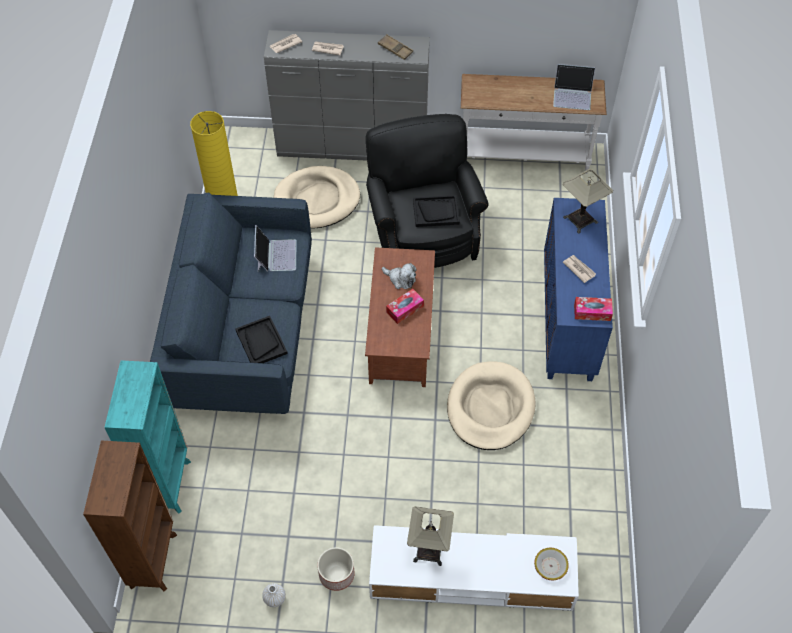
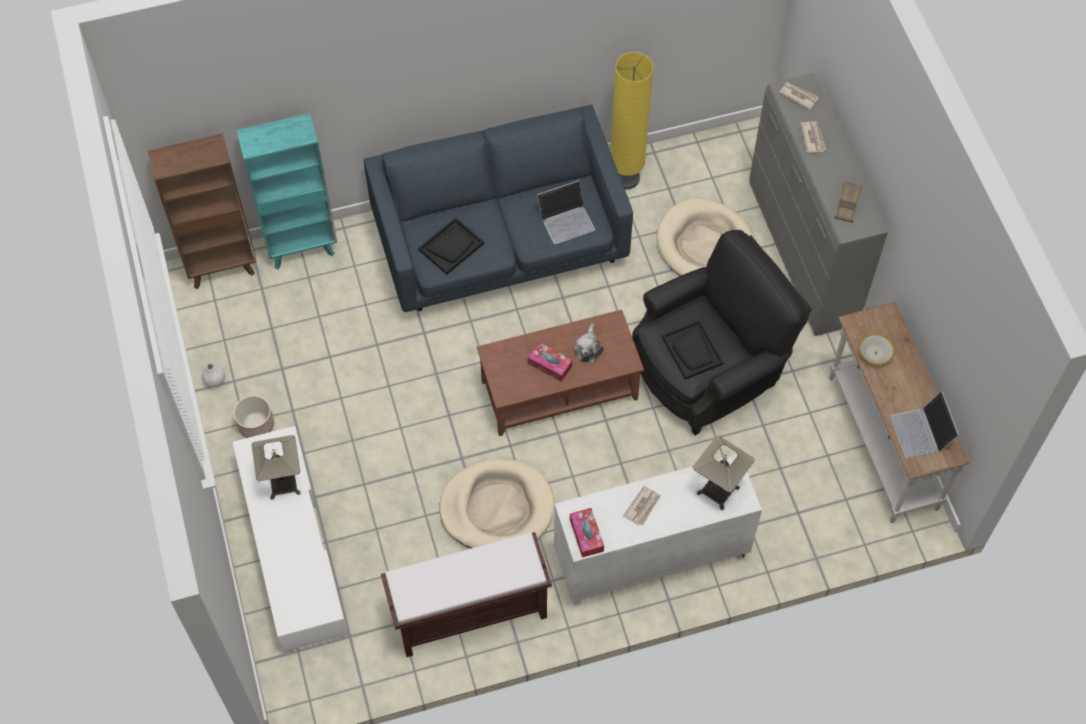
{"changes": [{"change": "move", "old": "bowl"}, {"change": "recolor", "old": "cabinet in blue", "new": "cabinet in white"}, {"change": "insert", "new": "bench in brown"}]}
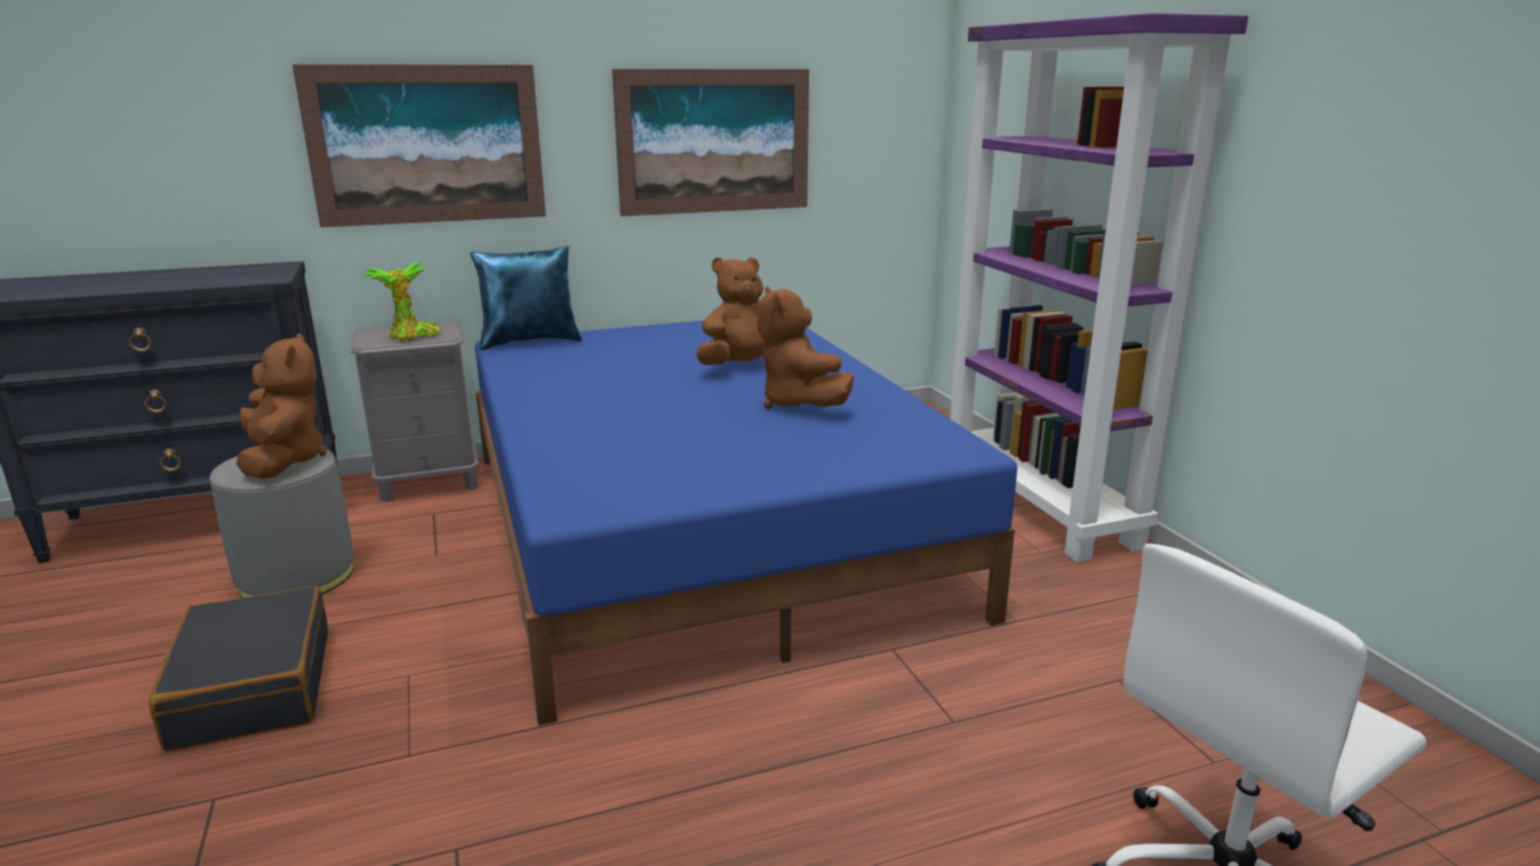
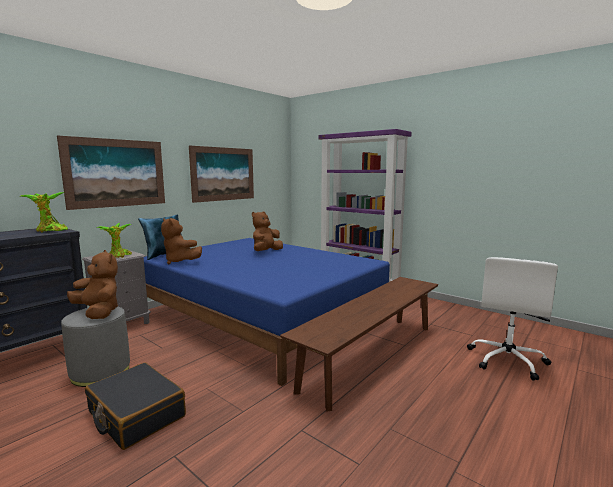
{"changes": [{"change": "move", "old": "plush toy in brown (3rd from left in the first image)", "new": "plush toy in brown (2nd from left)"}, {"change": "insert", "new": "potted plant (1st from left)"}, {"change": "insert", "new": "bench in brown"}]}
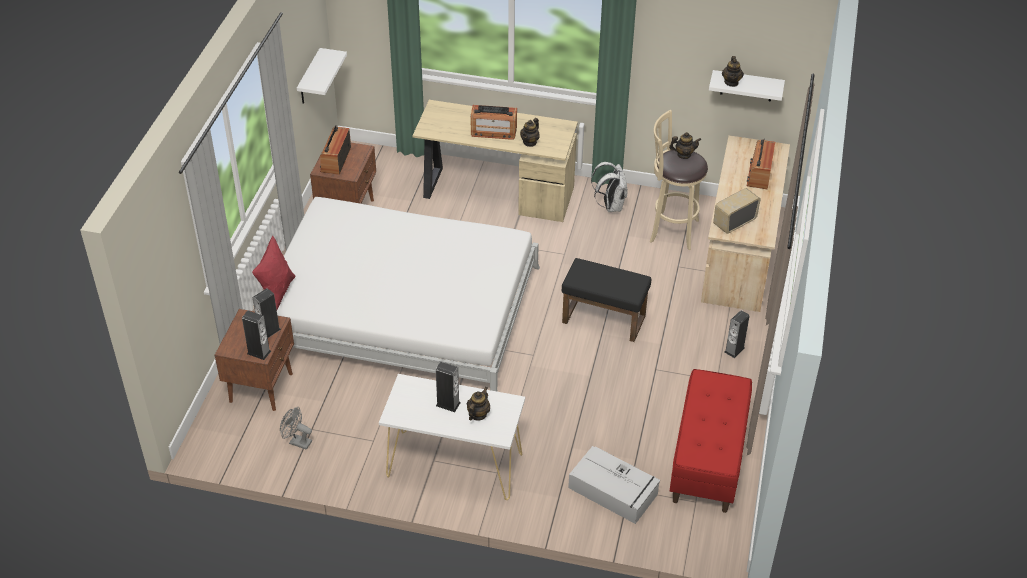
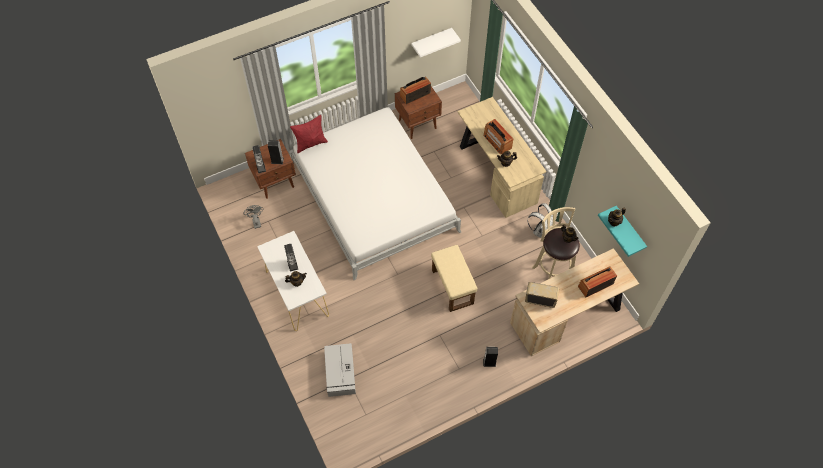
{"changes": [{"change": "recolor", "old": "ottoman in black", "new": "ottoman in beige"}, {"change": "delete", "old": "bench in red"}, {"change": "recolor", "old": "shelf in white (2nd from left)", "new": "shelf in turquoise"}]}
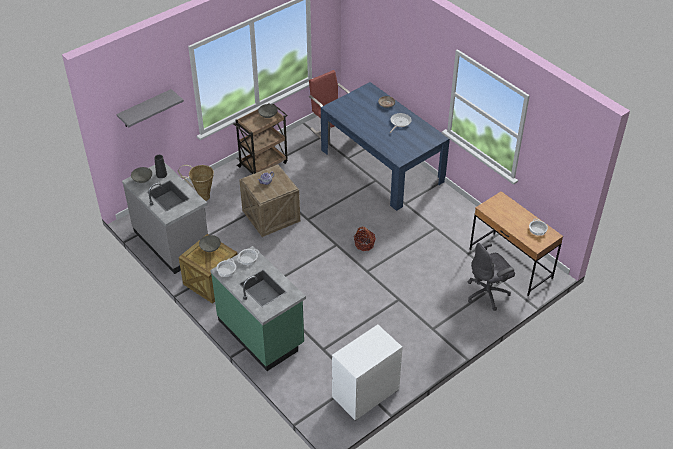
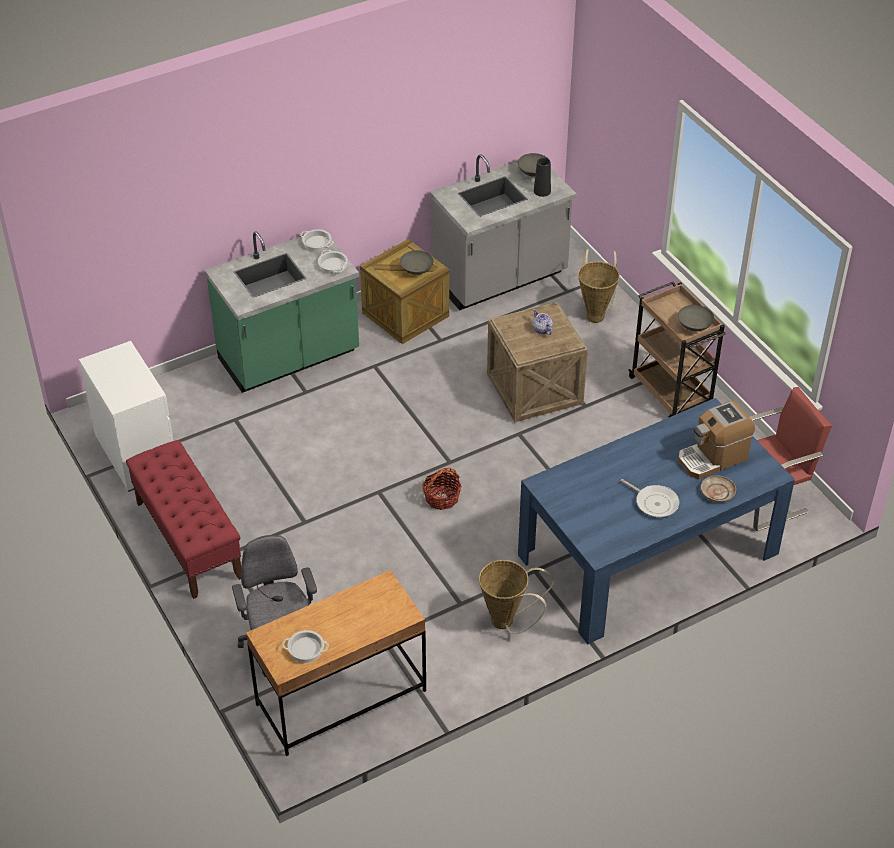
{"changes": [{"change": "delete", "old": "shelf in grey"}, {"change": "insert", "new": "bench in red"}, {"change": "insert", "new": "basket (2nd from left)"}, {"change": "insert", "new": "coffee machine"}]}
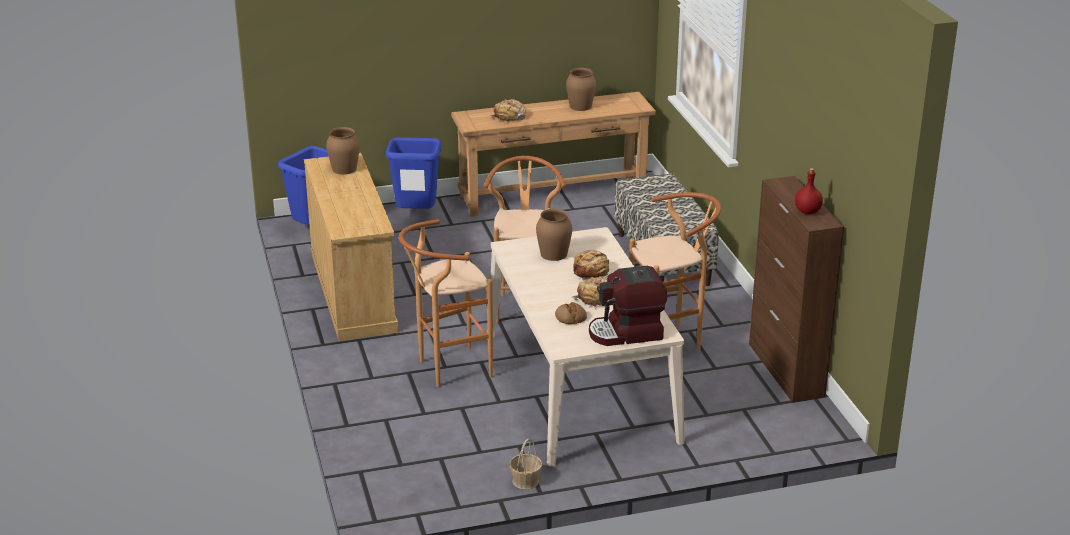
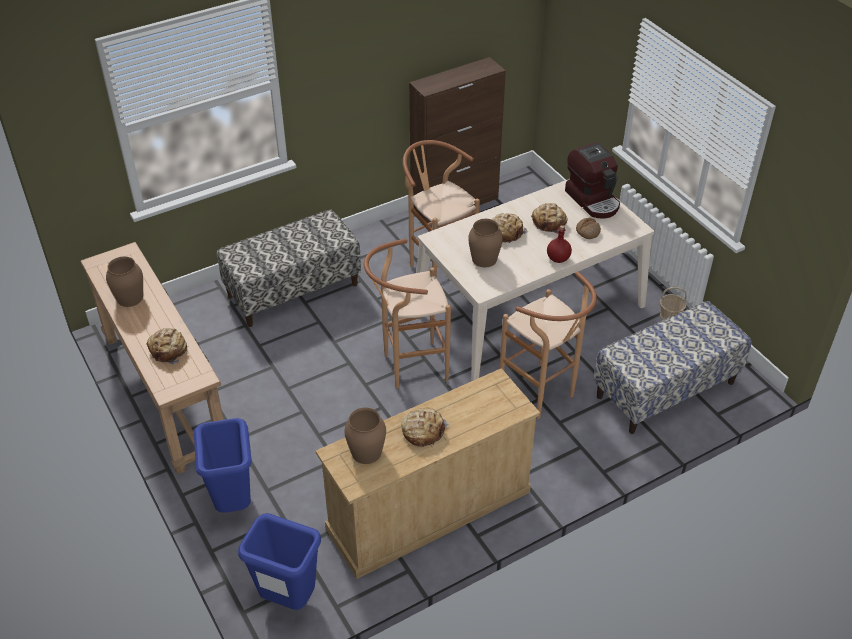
{"changes": [{"change": "move", "old": "bottle in red"}, {"change": "insert", "new": "bread (2nd from left)"}, {"change": "insert", "new": "bench (2nd from left)"}]}
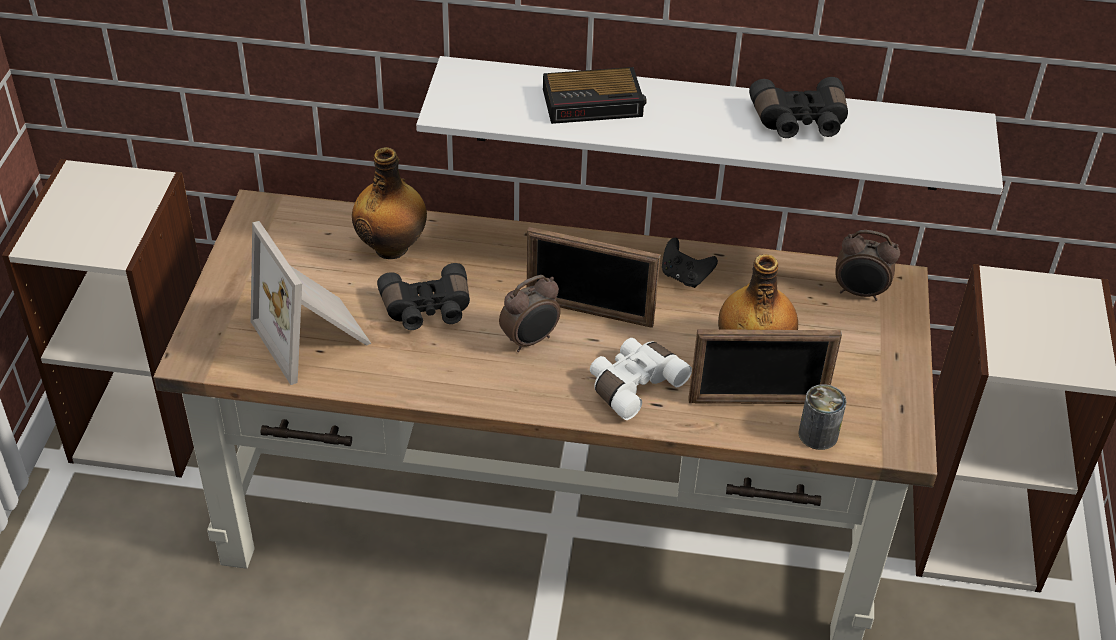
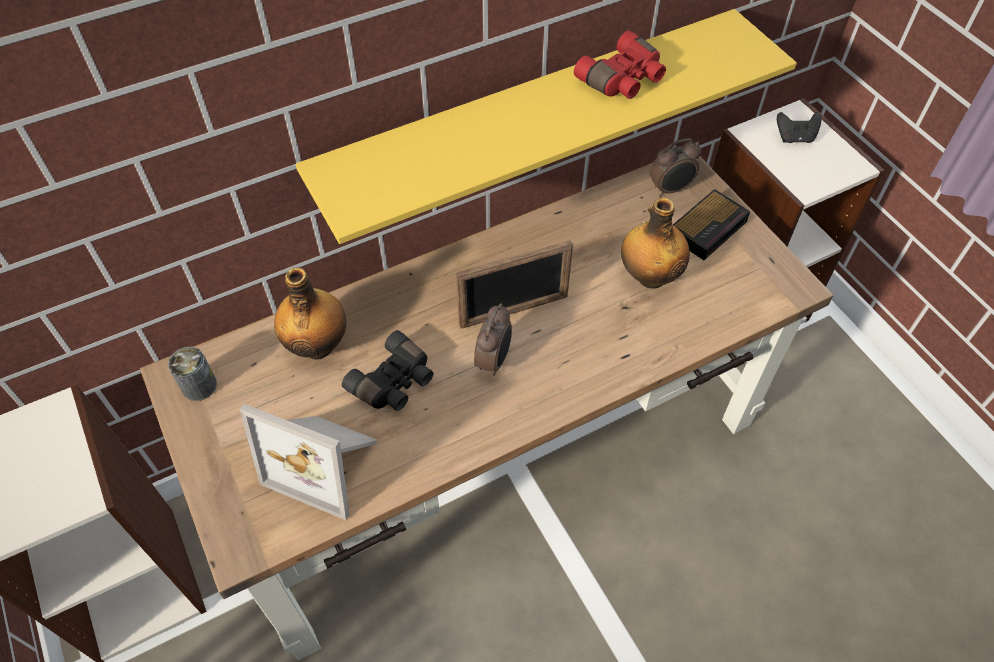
{"changes": [{"change": "recolor", "old": "shelf in white", "new": "shelf in yellow"}, {"change": "move", "old": "alarm clock (2nd from left in the first image)", "new": "alarm clock (3rd from left)"}, {"change": "delete", "old": "binoculars in white"}, {"change": "move", "old": "game controller in black"}, {"change": "delete", "old": "picture frame (3rd from left)"}, {"change": "recolor", "old": "binoculars in black (2nd from left)", "new": "binoculars in red"}, {"change": "move", "old": "can"}]}
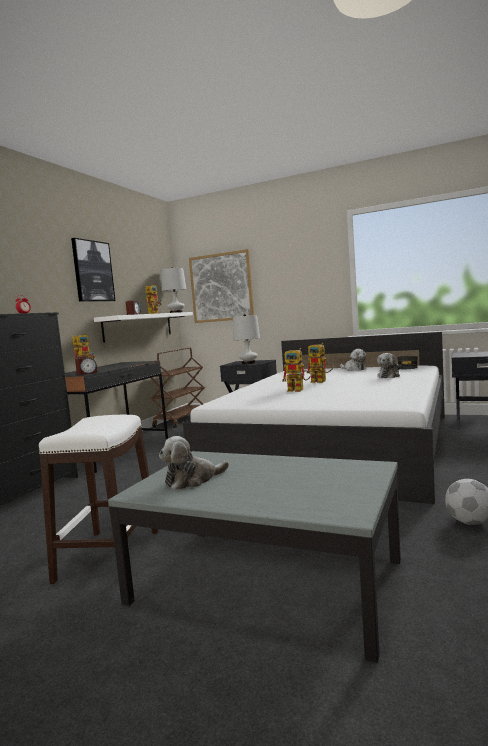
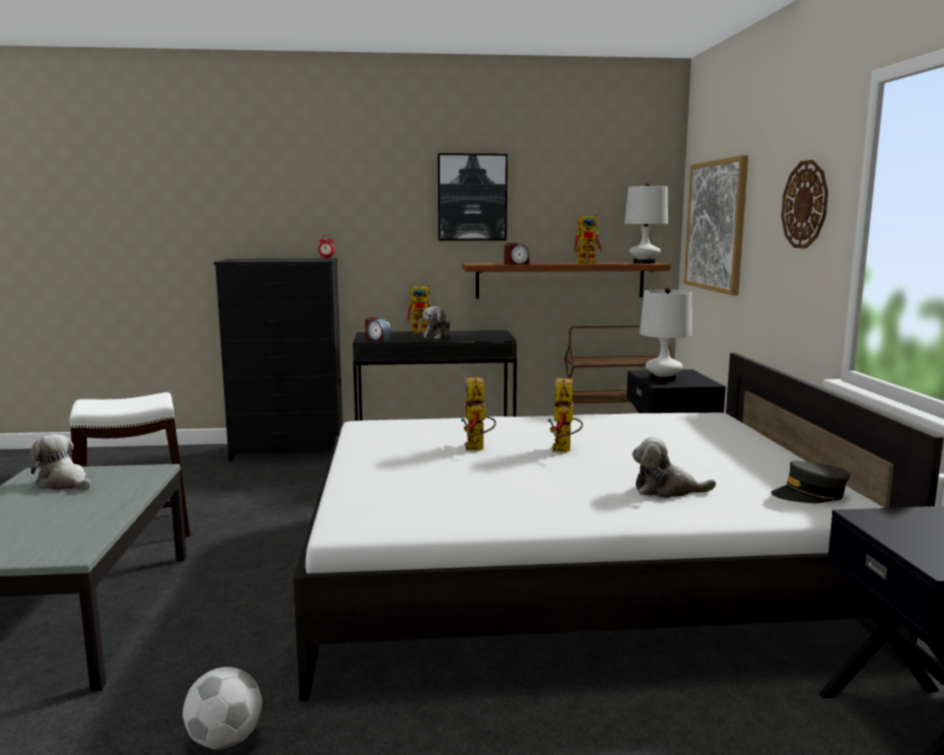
{"changes": [{"change": "recolor", "old": "shelf in white", "new": "shelf in brown"}, {"change": "move", "old": "plush toy (2nd from left)"}, {"change": "insert", "new": "wall clock"}]}
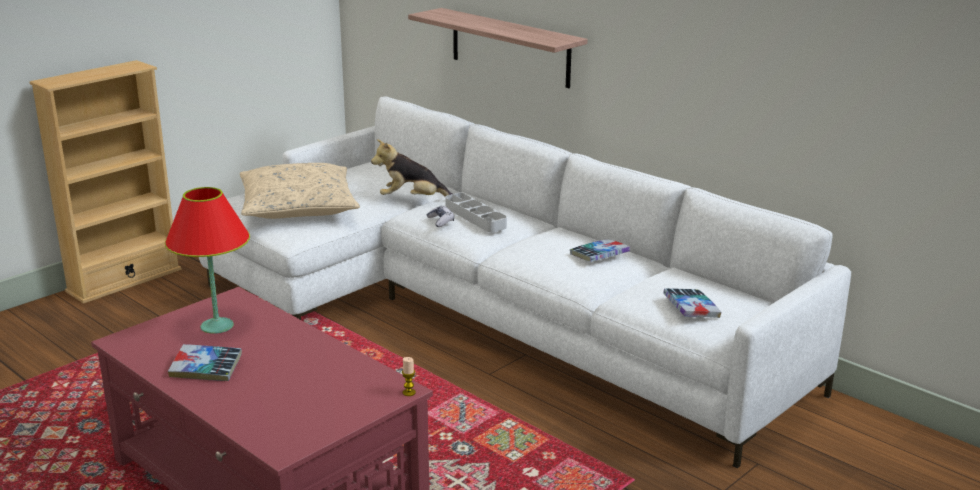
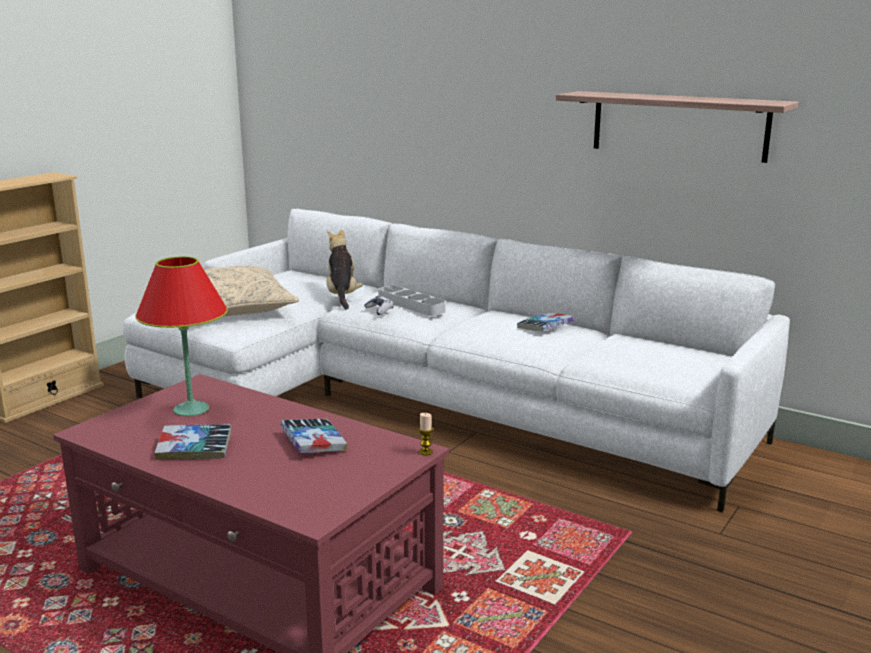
{"changes": [{"change": "rotate", "old": "plush toy", "degrees": 90}, {"change": "move", "old": "shelf"}, {"change": "move", "old": "book (3rd from left in the first image)", "new": "book (2nd from left)"}]}
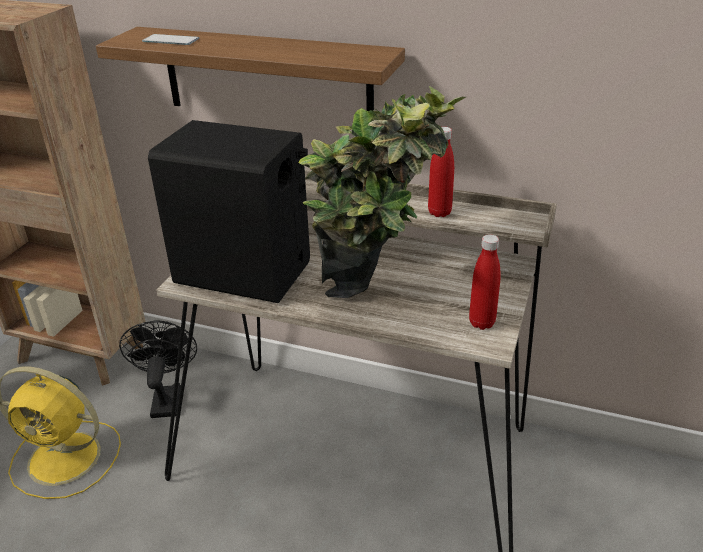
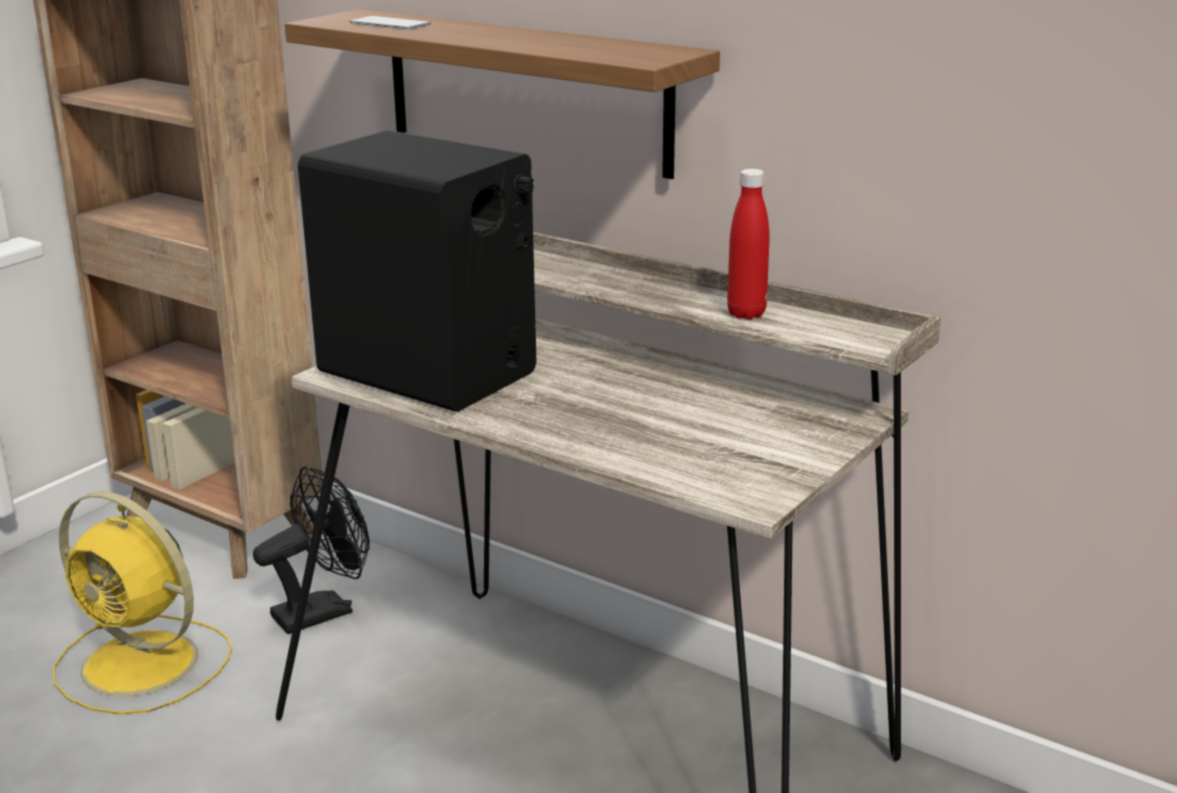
{"changes": [{"change": "rotate", "old": "fan in black", "degrees": 45}, {"change": "delete", "old": "potted plant"}, {"change": "delete", "old": "bottle in red (2nd from left)"}]}
